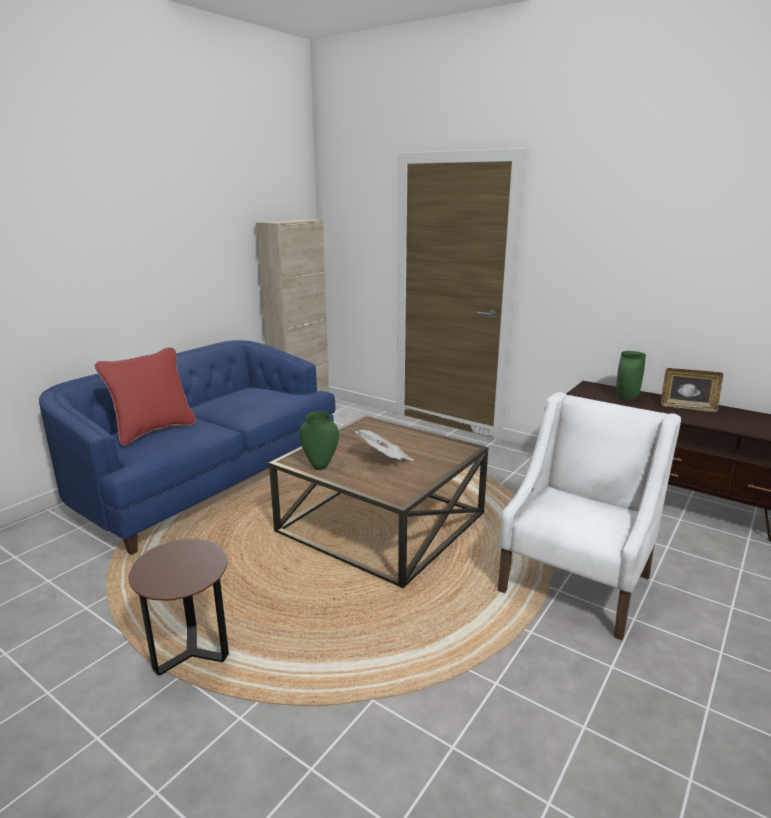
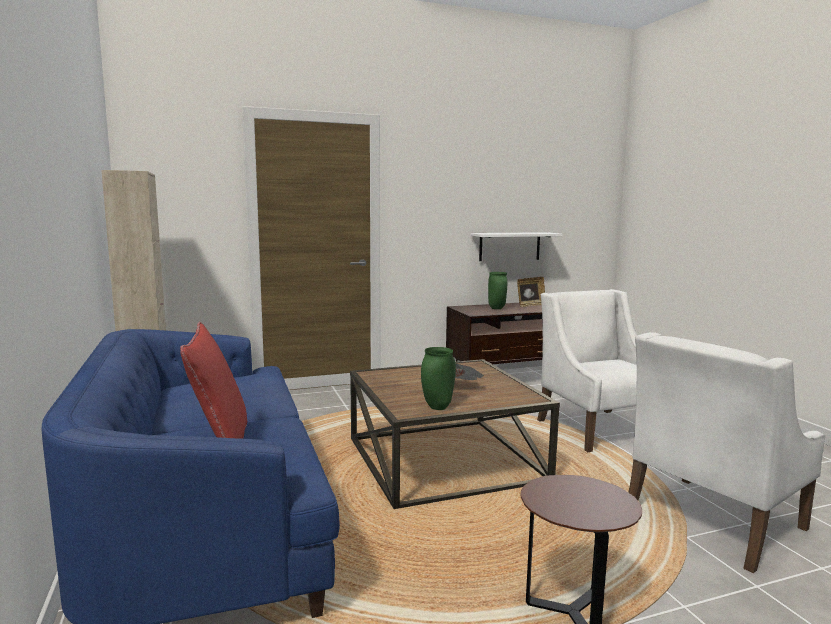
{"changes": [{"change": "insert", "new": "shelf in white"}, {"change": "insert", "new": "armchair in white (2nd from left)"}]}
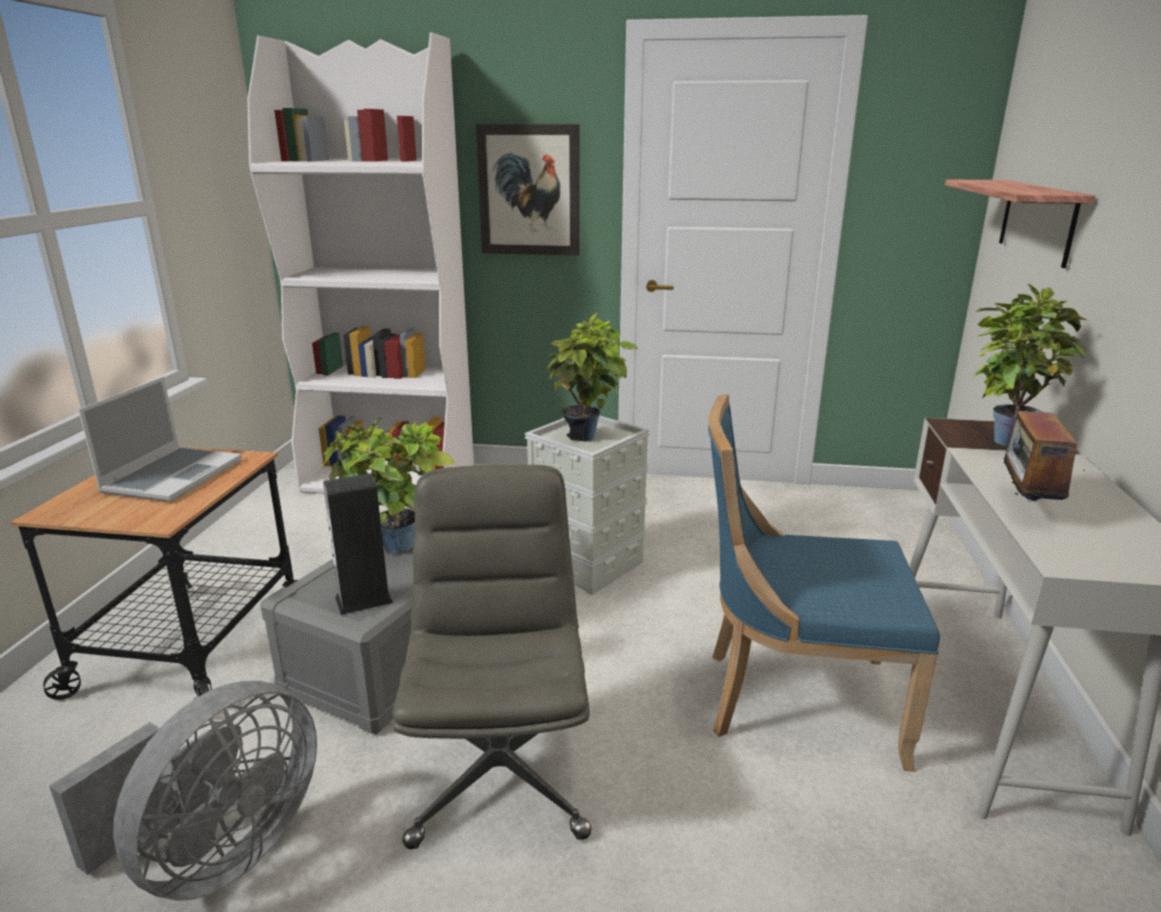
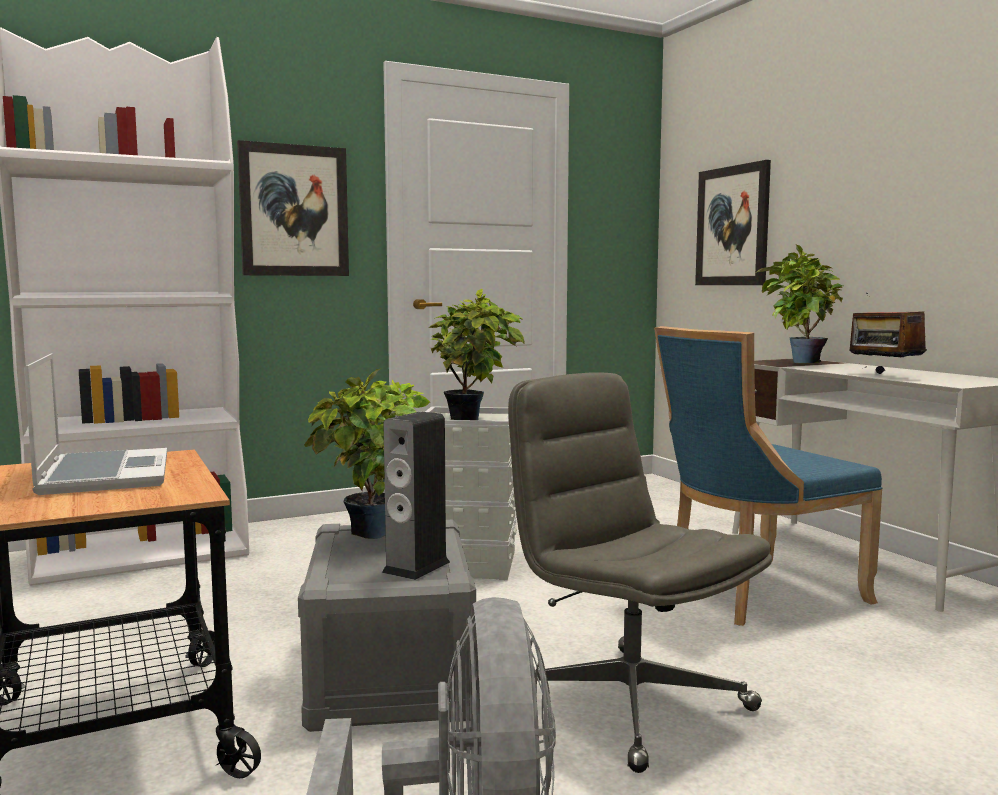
{"changes": [{"change": "replace", "old": "shelf", "new": "picture (2nd from left)"}]}
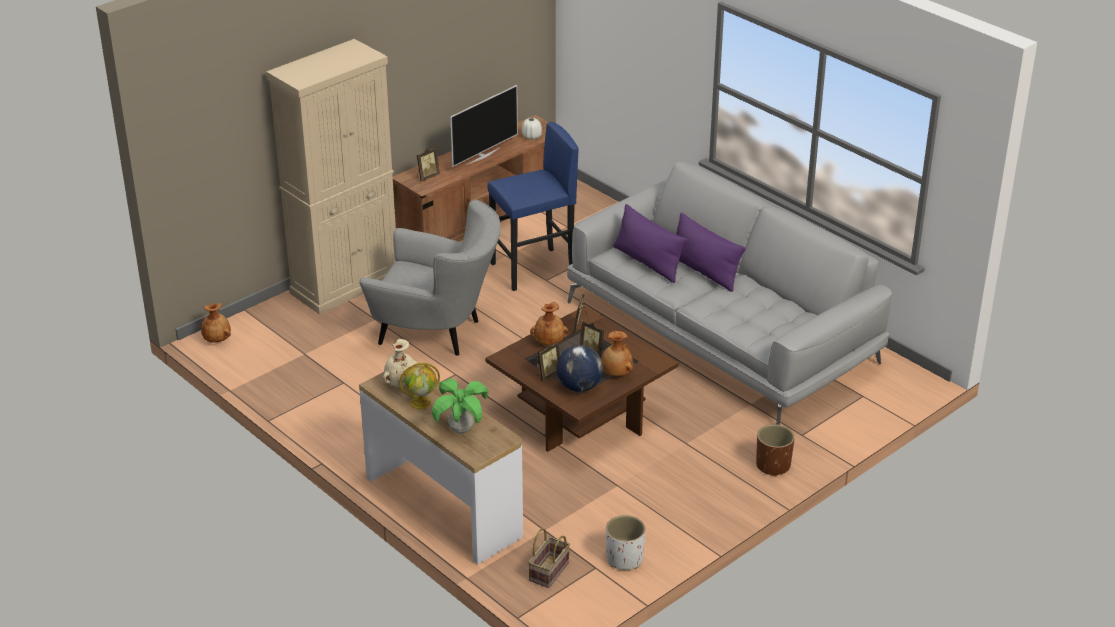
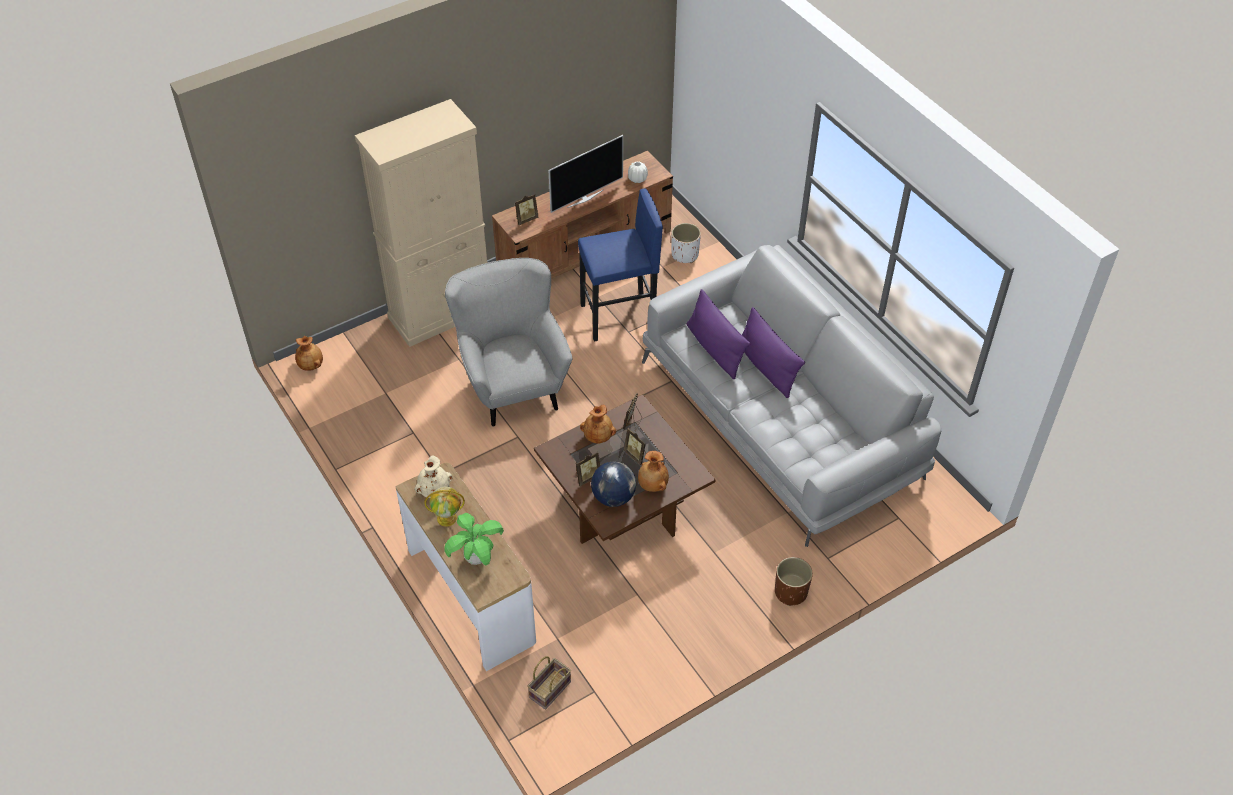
{"changes": [{"change": "rotate", "old": "armchair in grey", "degrees": -135}, {"change": "move", "old": "planter in white"}]}
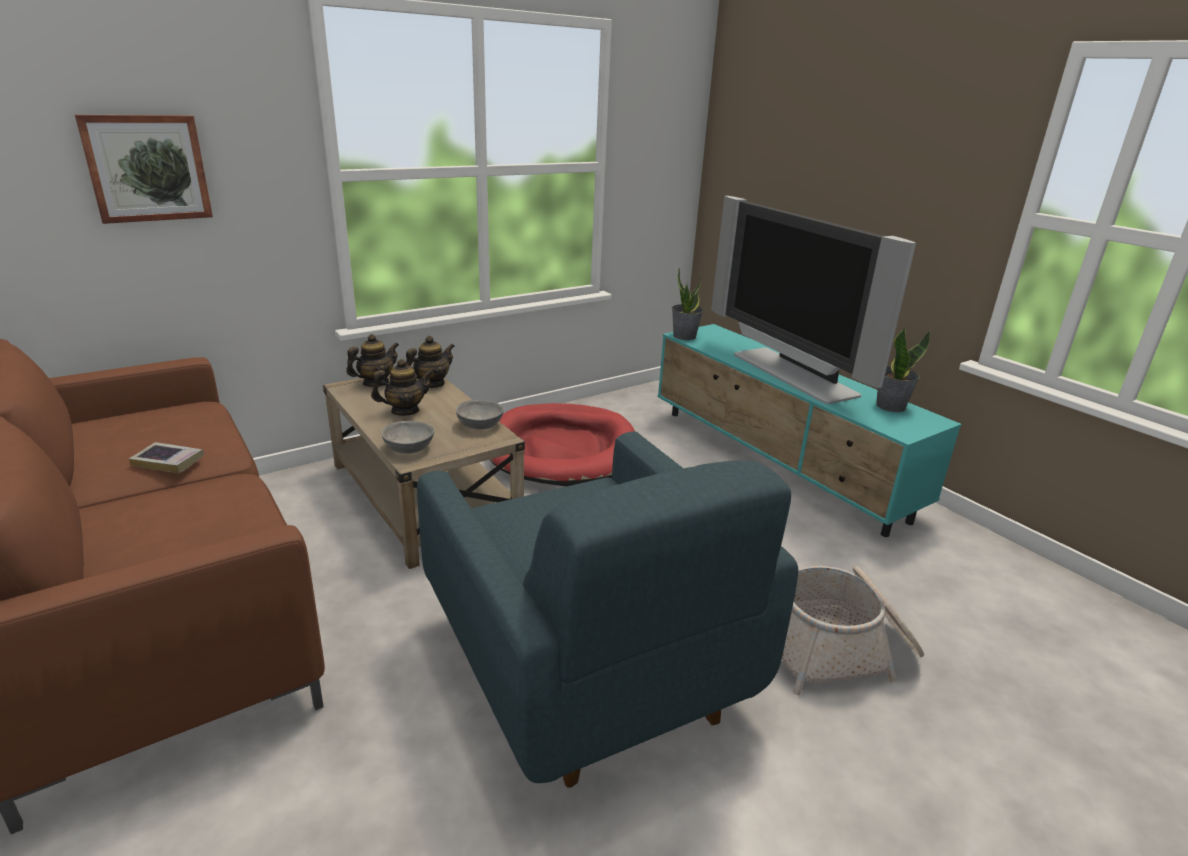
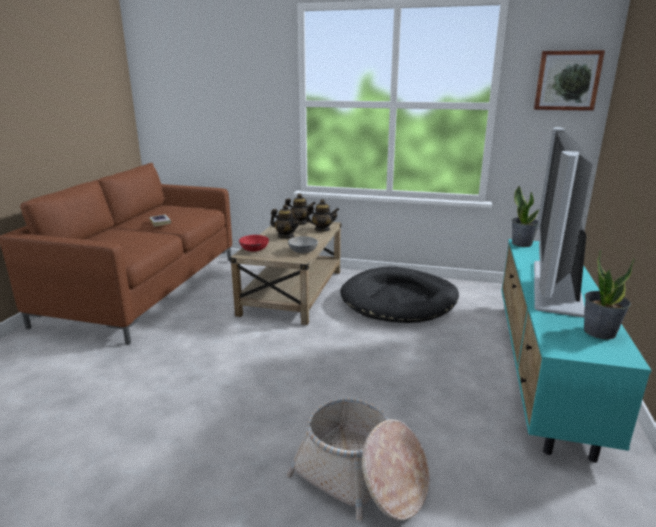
{"changes": [{"change": "move", "old": "picture"}, {"change": "recolor", "old": "bowl in grey (1st from left)", "new": "bowl in red"}, {"change": "delete", "old": "armchair in blue"}, {"change": "recolor", "old": "dog bed in red", "new": "dog bed in black"}]}
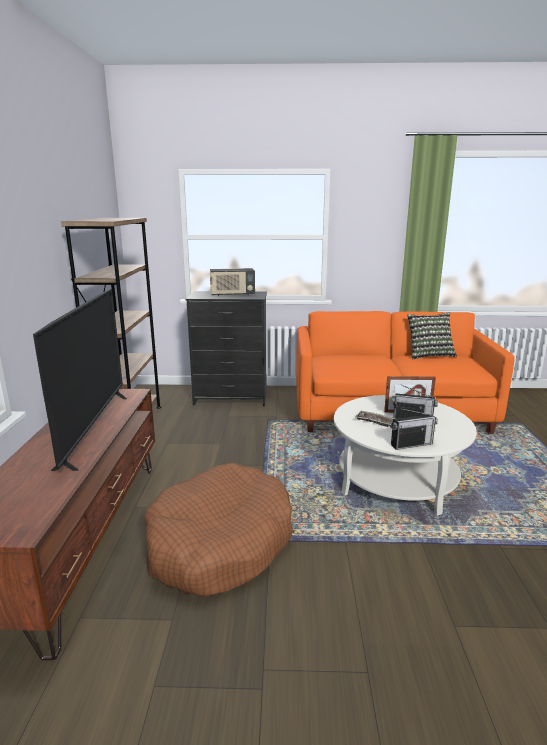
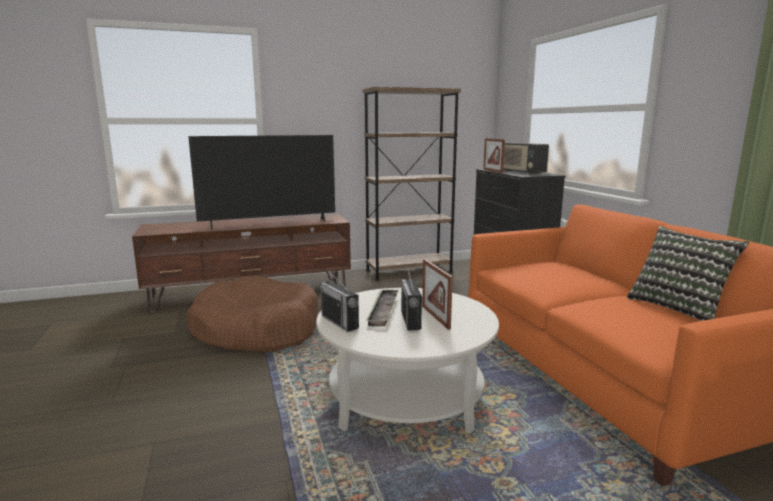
{"changes": [{"change": "insert", "new": "picture frame (2nd from left)"}]}
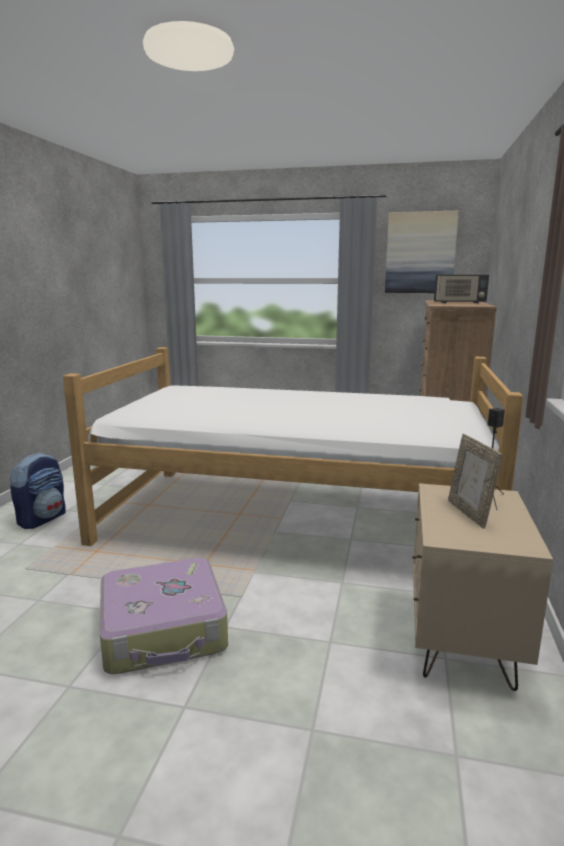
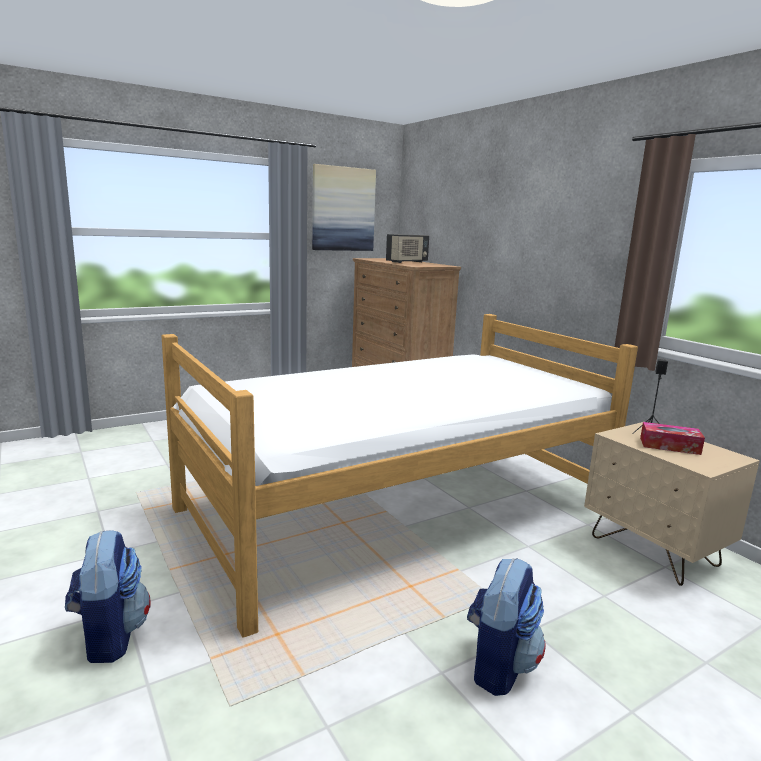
{"changes": [{"change": "replace", "old": "suitcase", "new": "backpack (2nd from left)"}, {"change": "replace", "old": "picture frame", "new": "tissue box"}]}
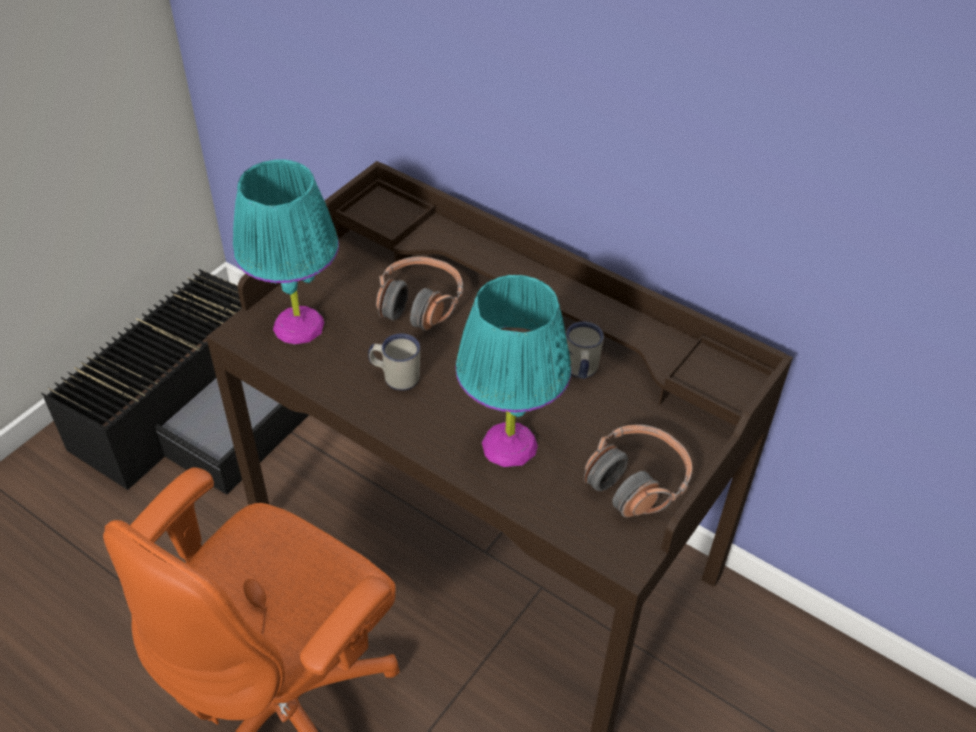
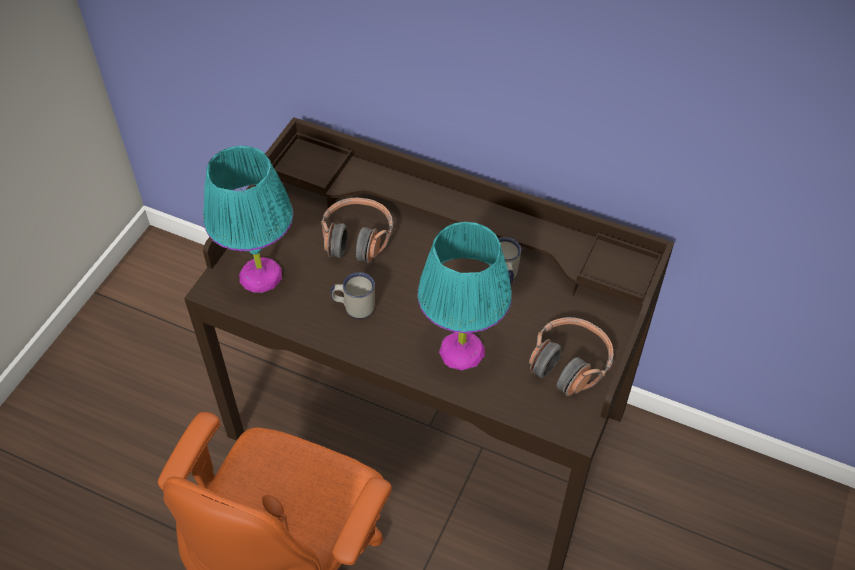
{"changes": [{"change": "delete", "old": "storage box in black"}]}
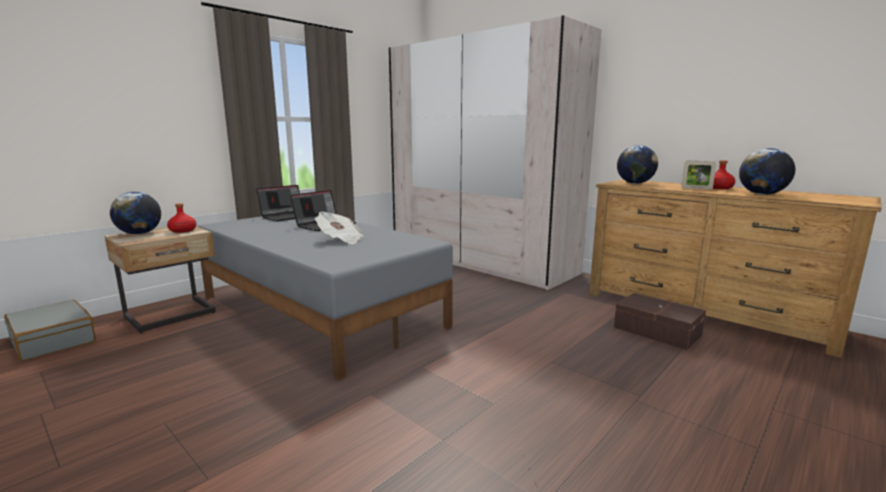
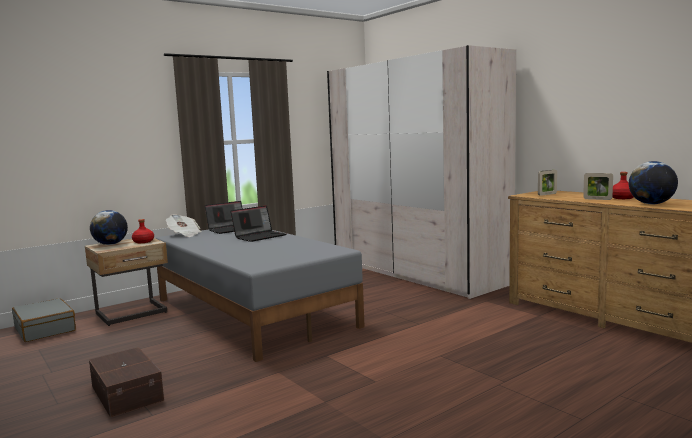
{"changes": [{"change": "move", "old": "newspaper"}, {"change": "move", "old": "storage box in brown"}, {"change": "replace", "old": "globe (2nd from left)", "new": "picture frame (1st from left)"}]}
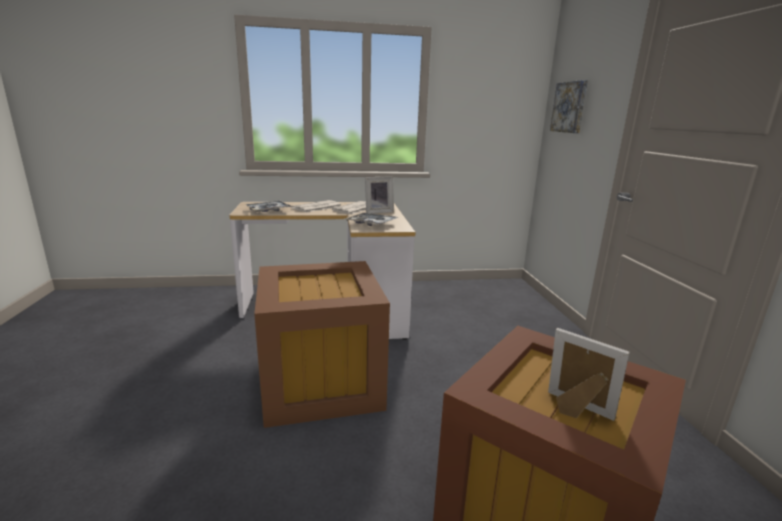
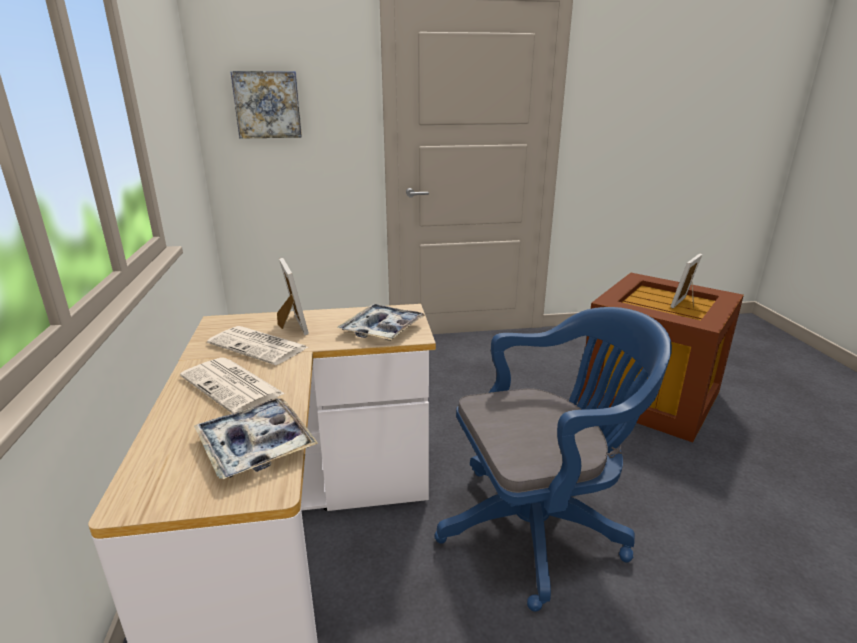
{"changes": [{"change": "replace", "old": "storage box in brown (1st from left)", "new": "office chair in blue"}]}
